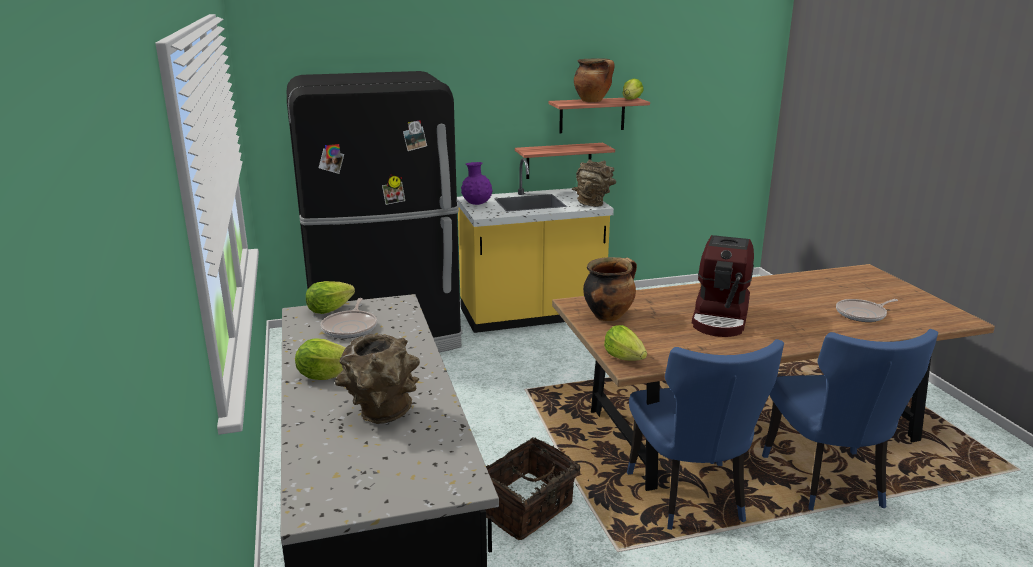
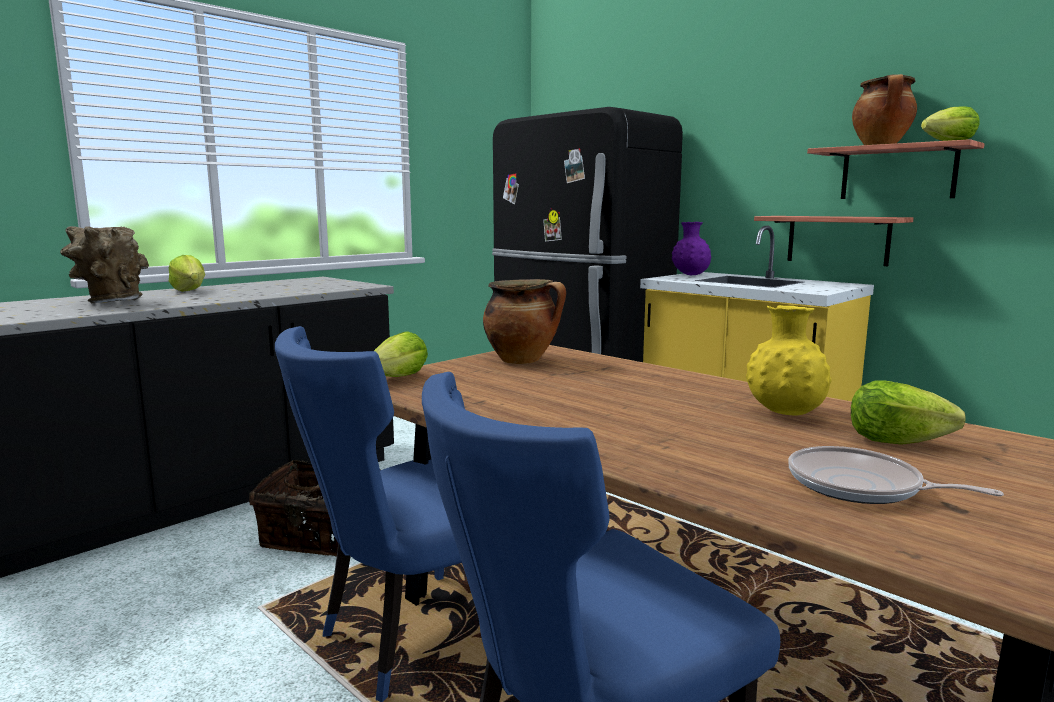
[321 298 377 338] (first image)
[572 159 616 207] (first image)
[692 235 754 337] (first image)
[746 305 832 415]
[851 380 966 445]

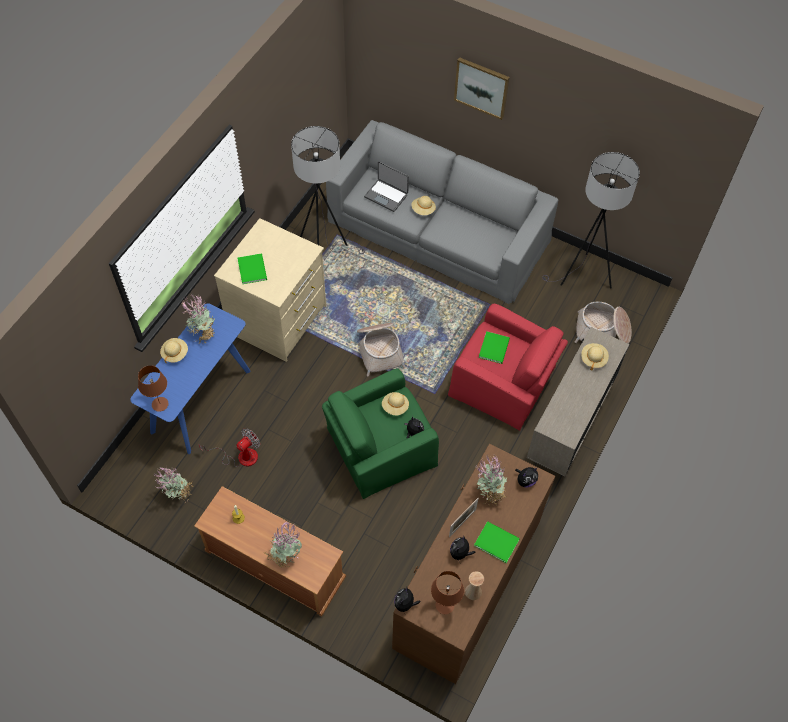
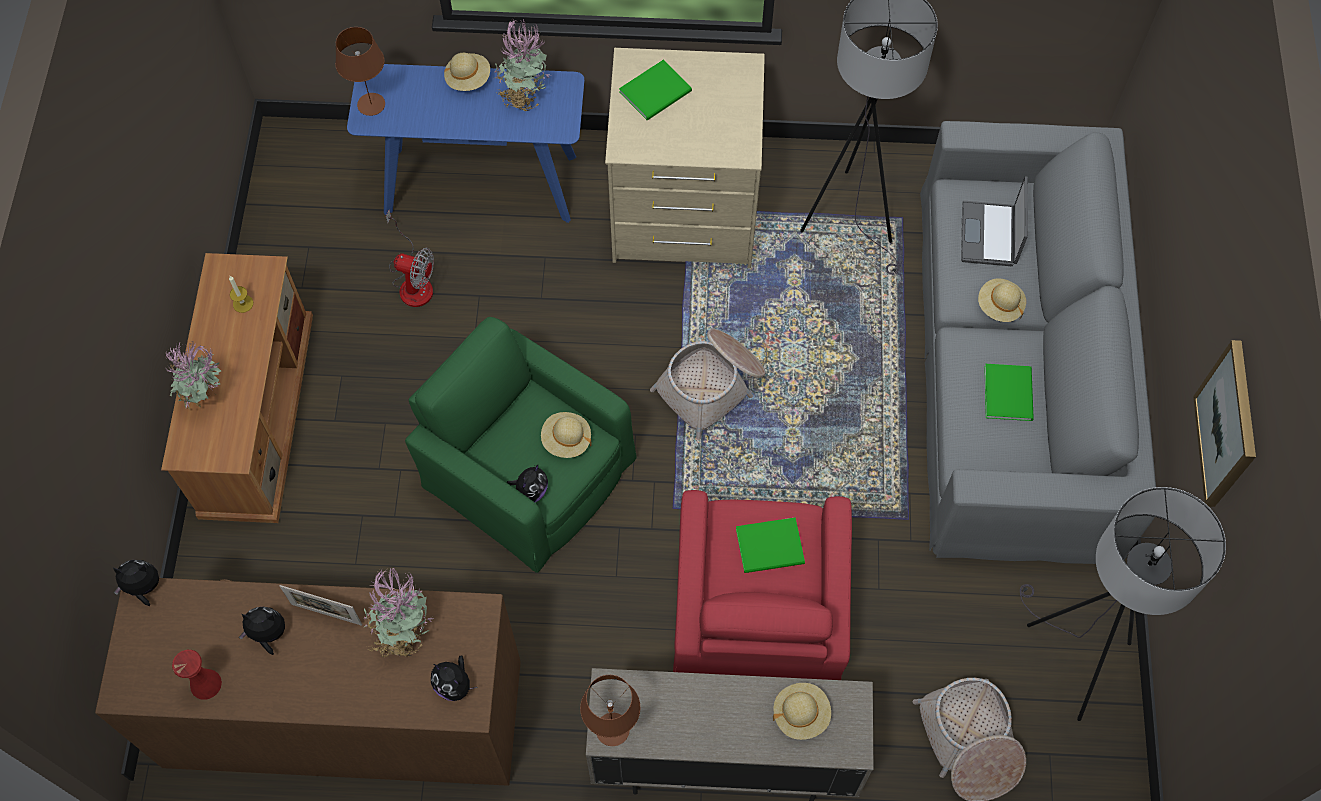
[154 466 193 503] (first image)
[580 675 640 746]
[1193 340 1256 507]
[984 364 1034 421]
[172 650 222 700]

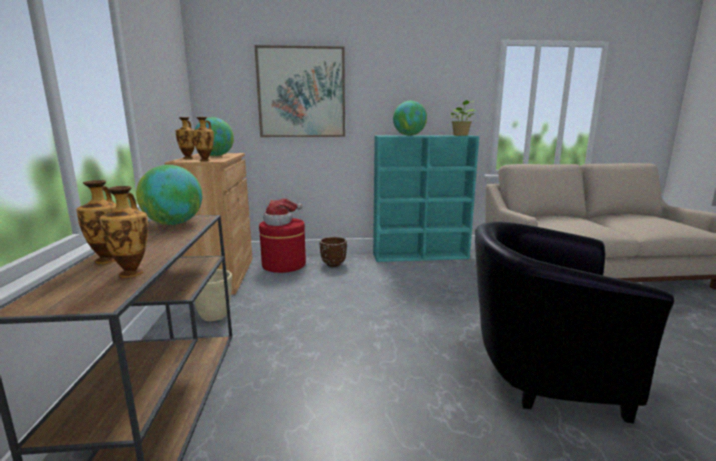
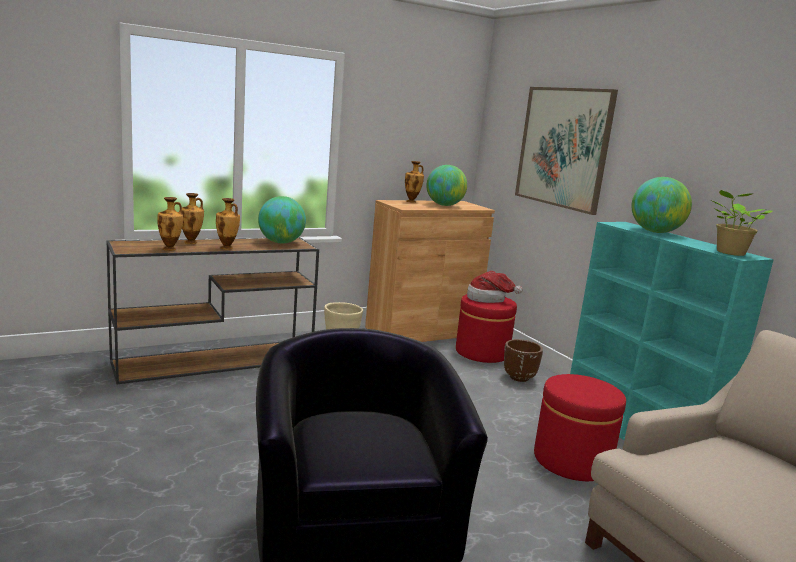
[534 374 626 481]
[216 198 240 250]

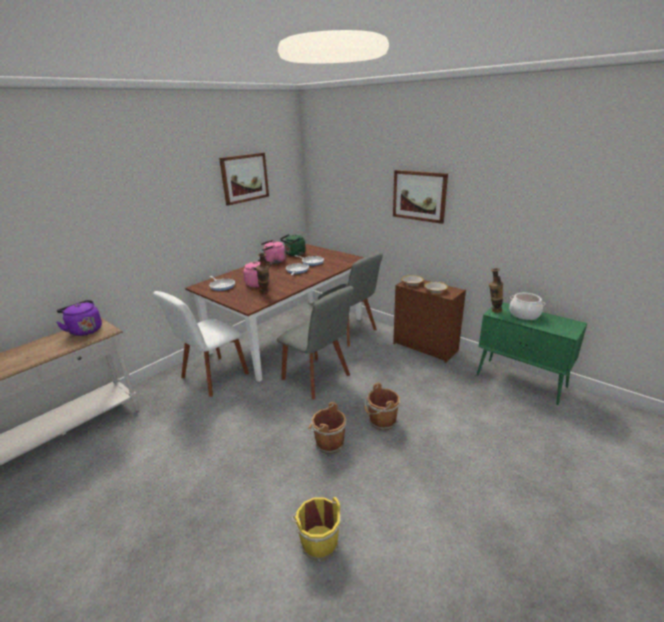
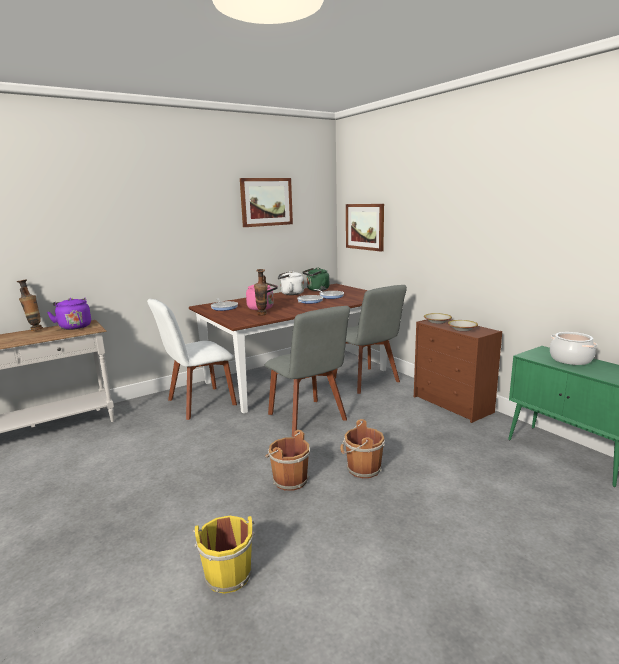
[346 204 384 252]
[16 280 43 331]
[278 271 304 295]

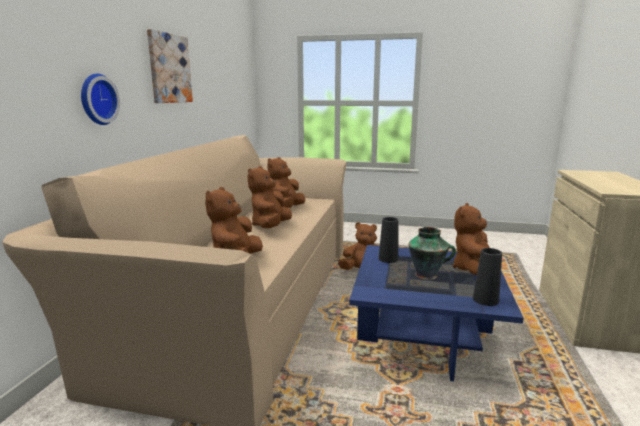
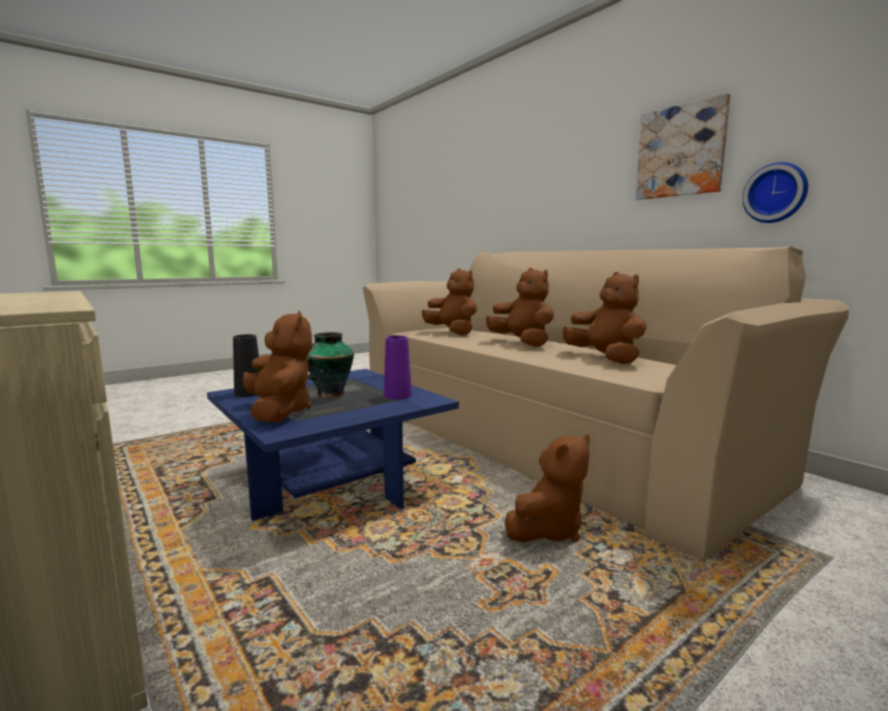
[742 162 808 223]
[384 336 412 399]

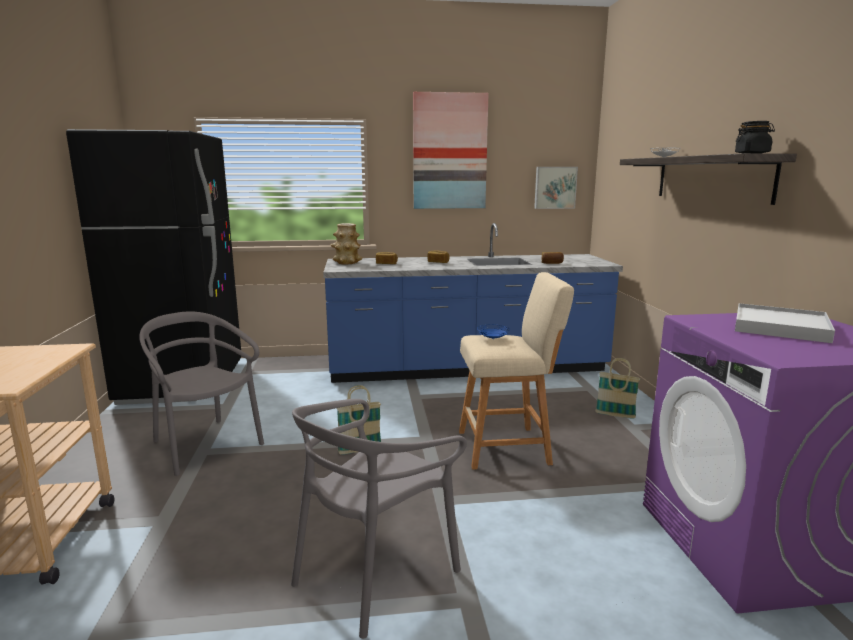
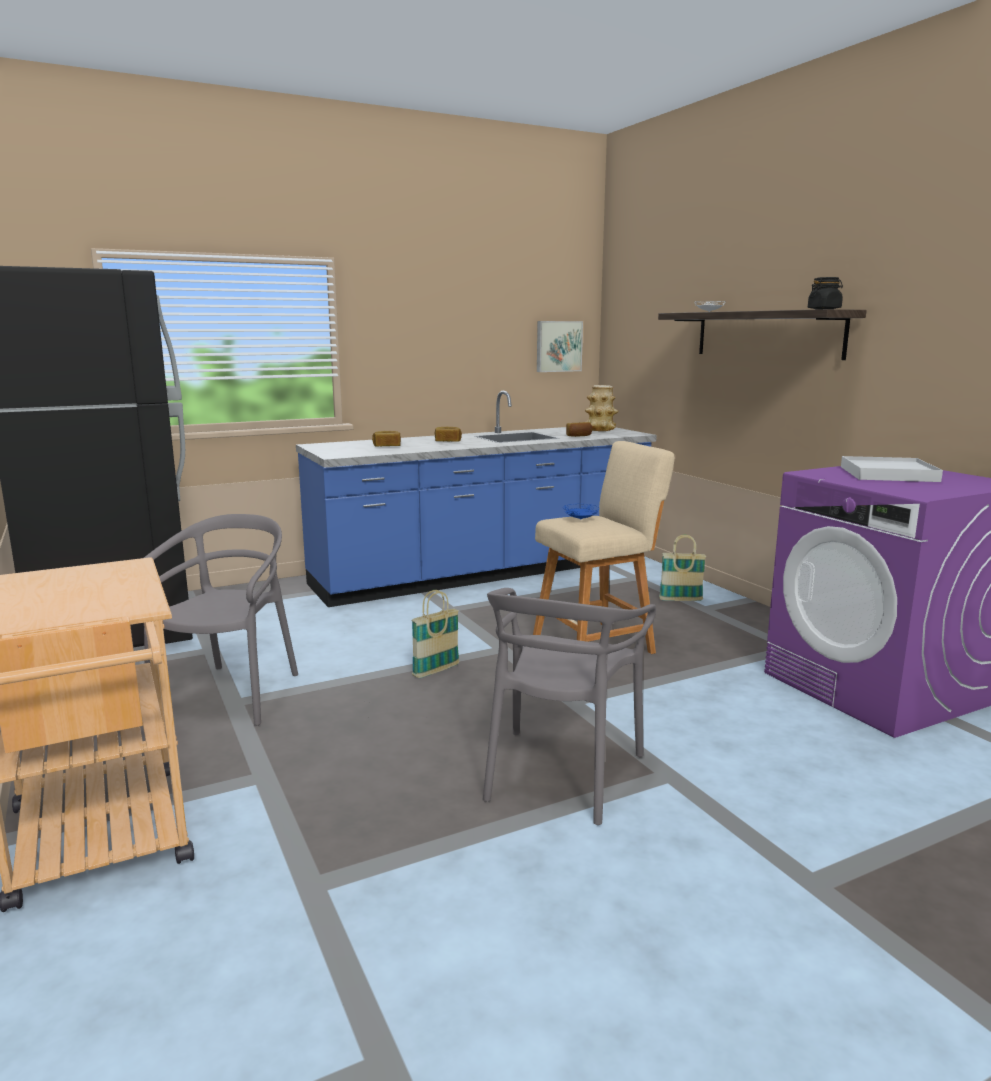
[413 92 489 209] (first image)
[585 385 619 431]
[144 514 298 726]

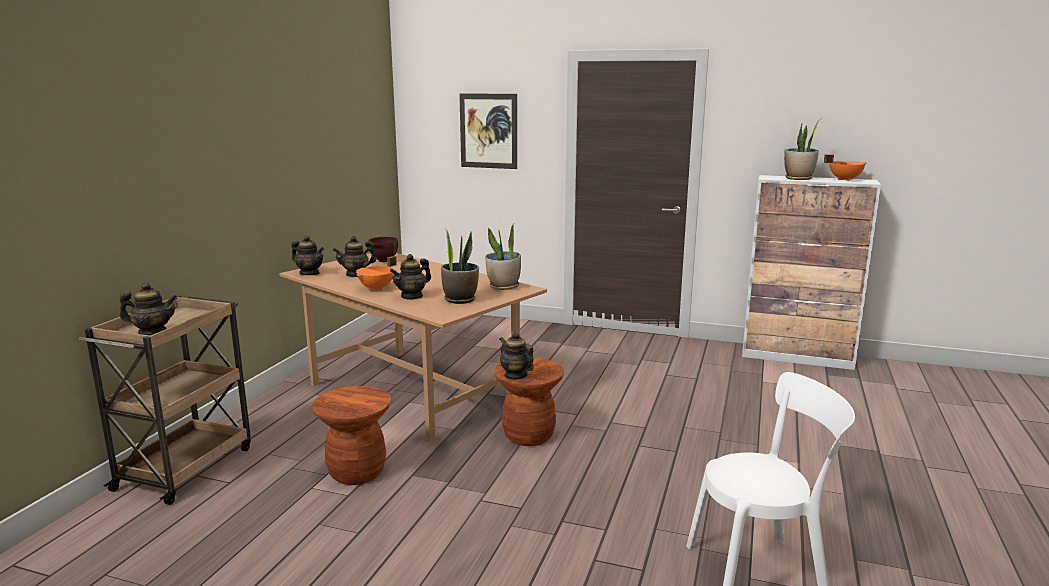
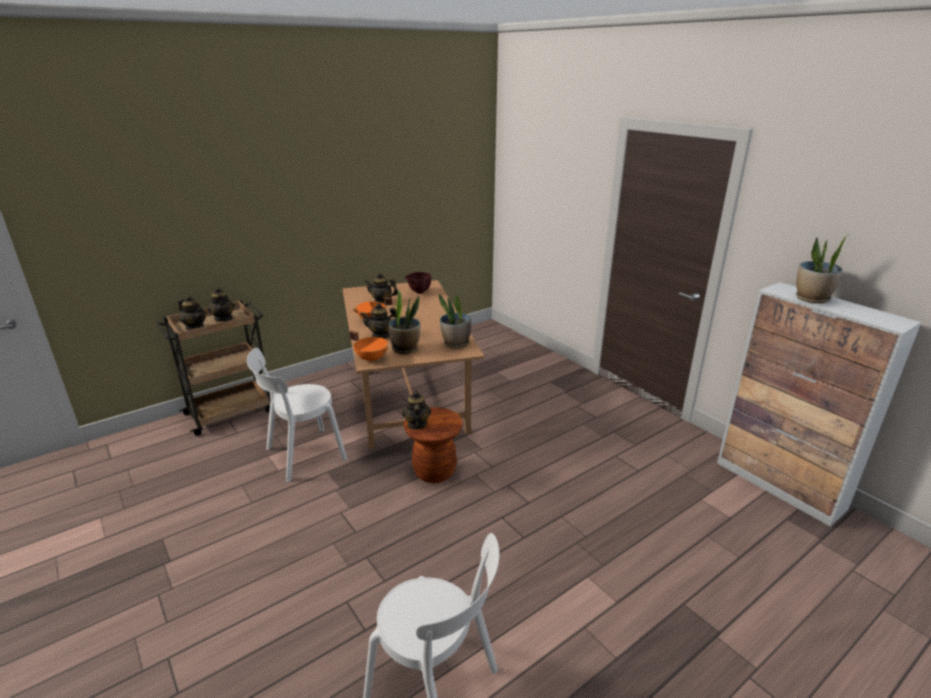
[459 93 517 169] (first image)
[208 287 235 322]
[349 331 389 363]
[247 348 347 482]

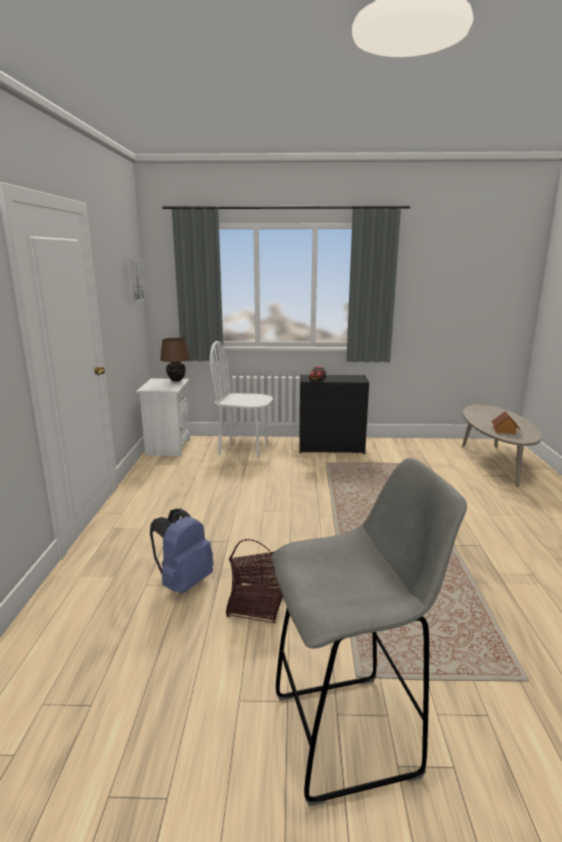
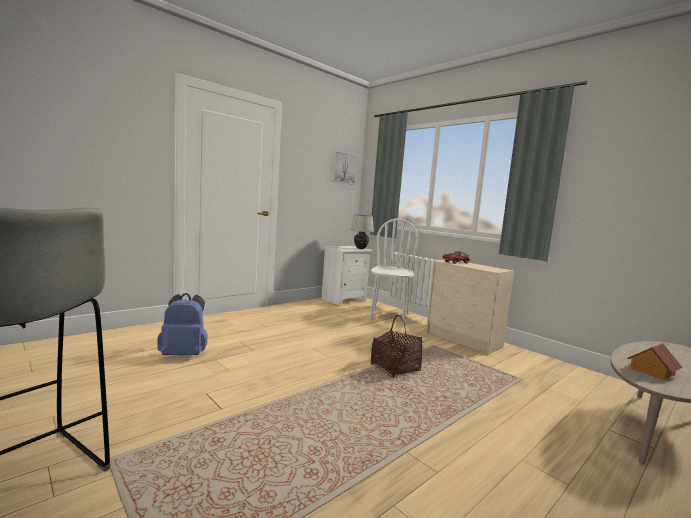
[371 315 422 378]
[351 215 374 249]
[426 260 514 355]
[369 218 418 324]

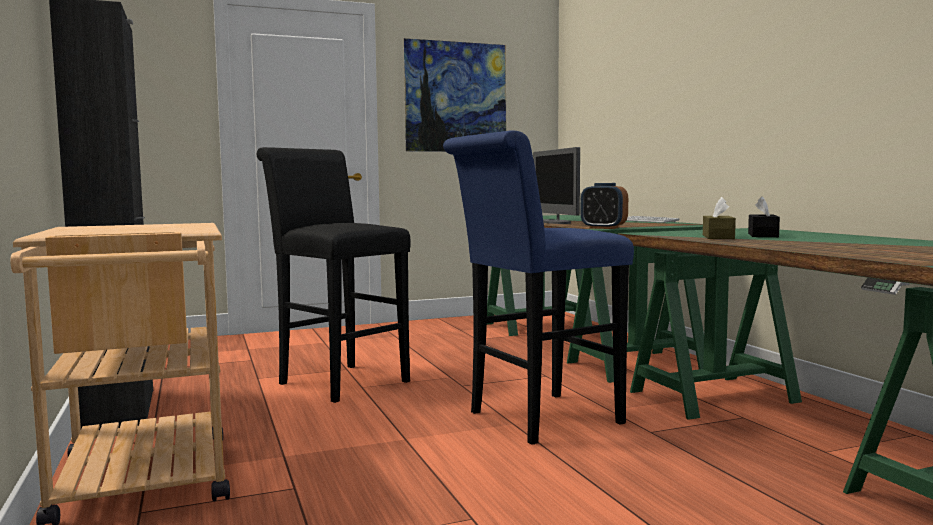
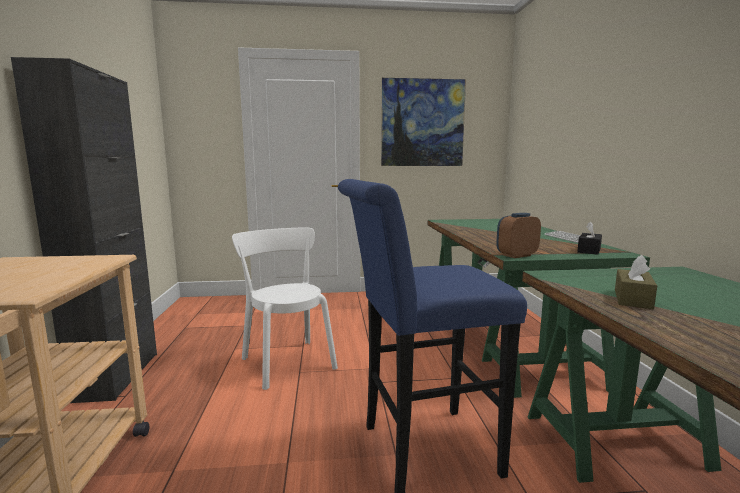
[533 147 580 224] (first image)
[577 221 602 255]
[232 228 338 390]
[496 213 541 258]

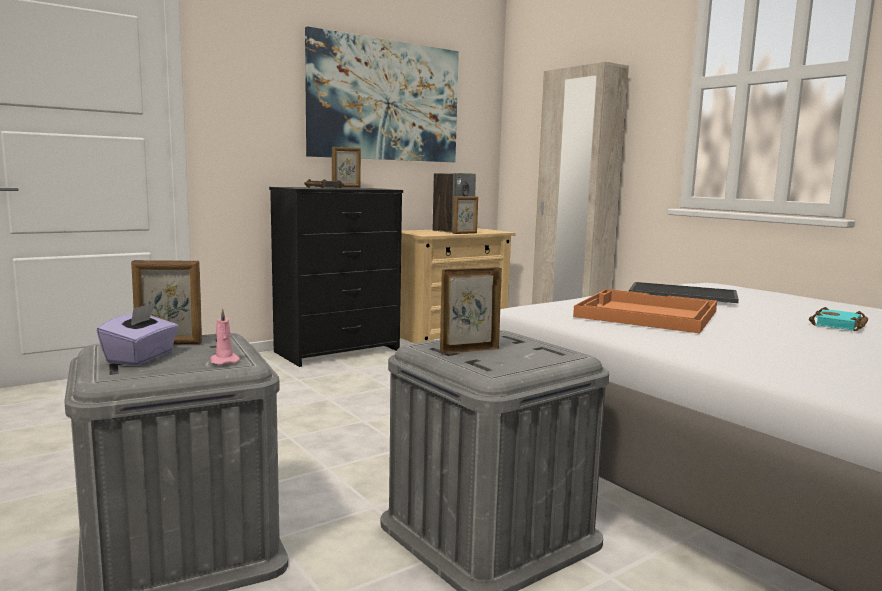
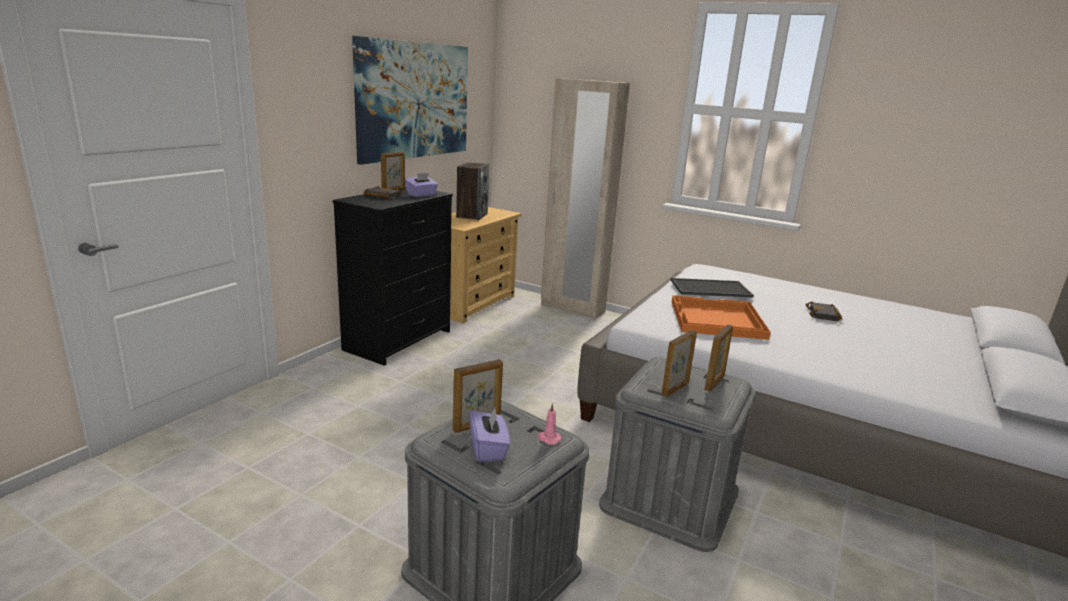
[405 173 438 197]
[705 324 733 392]
[805 301 842 321]

